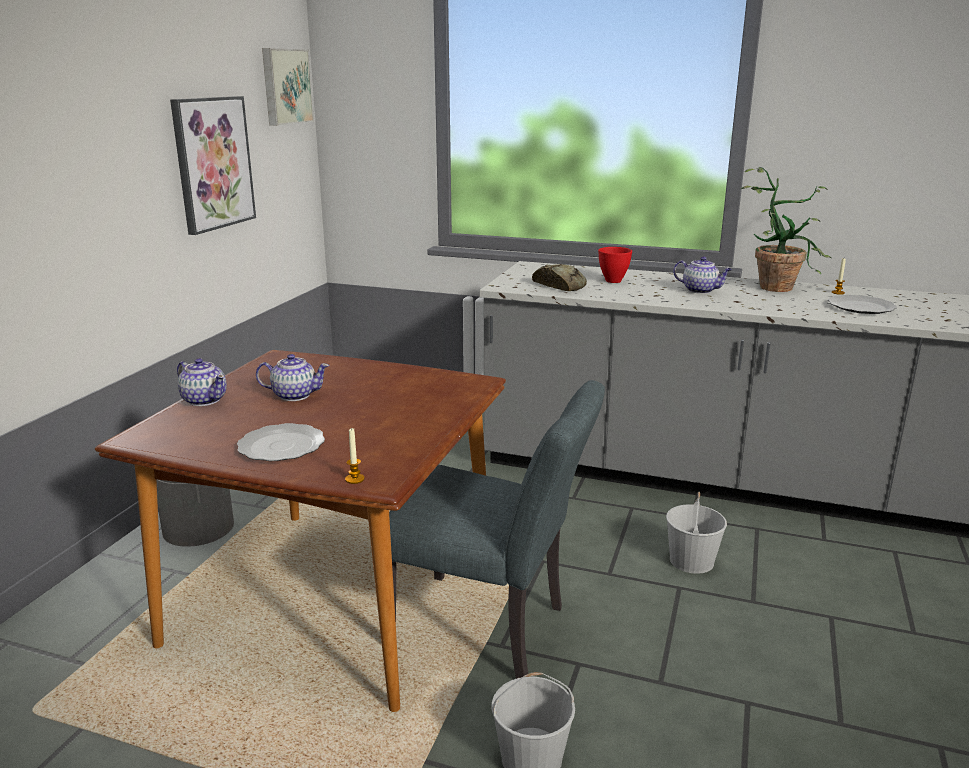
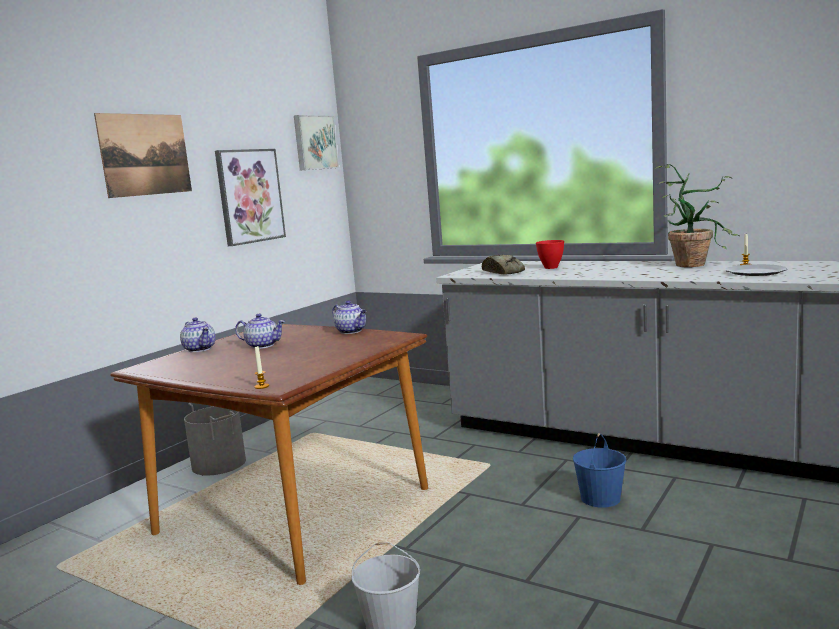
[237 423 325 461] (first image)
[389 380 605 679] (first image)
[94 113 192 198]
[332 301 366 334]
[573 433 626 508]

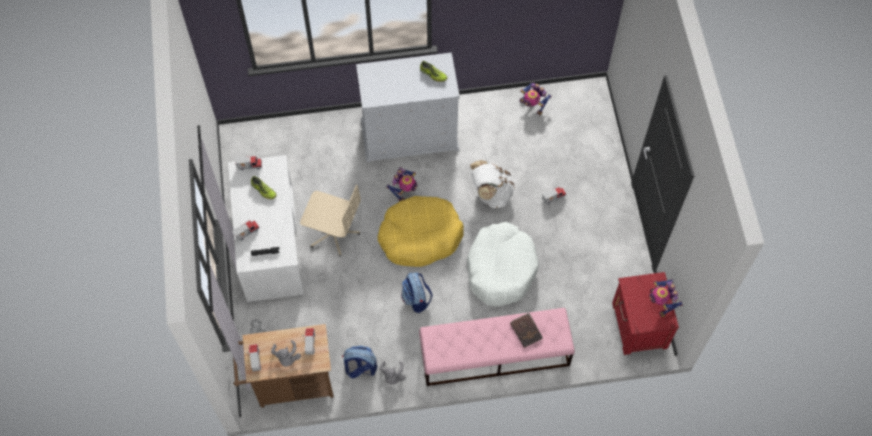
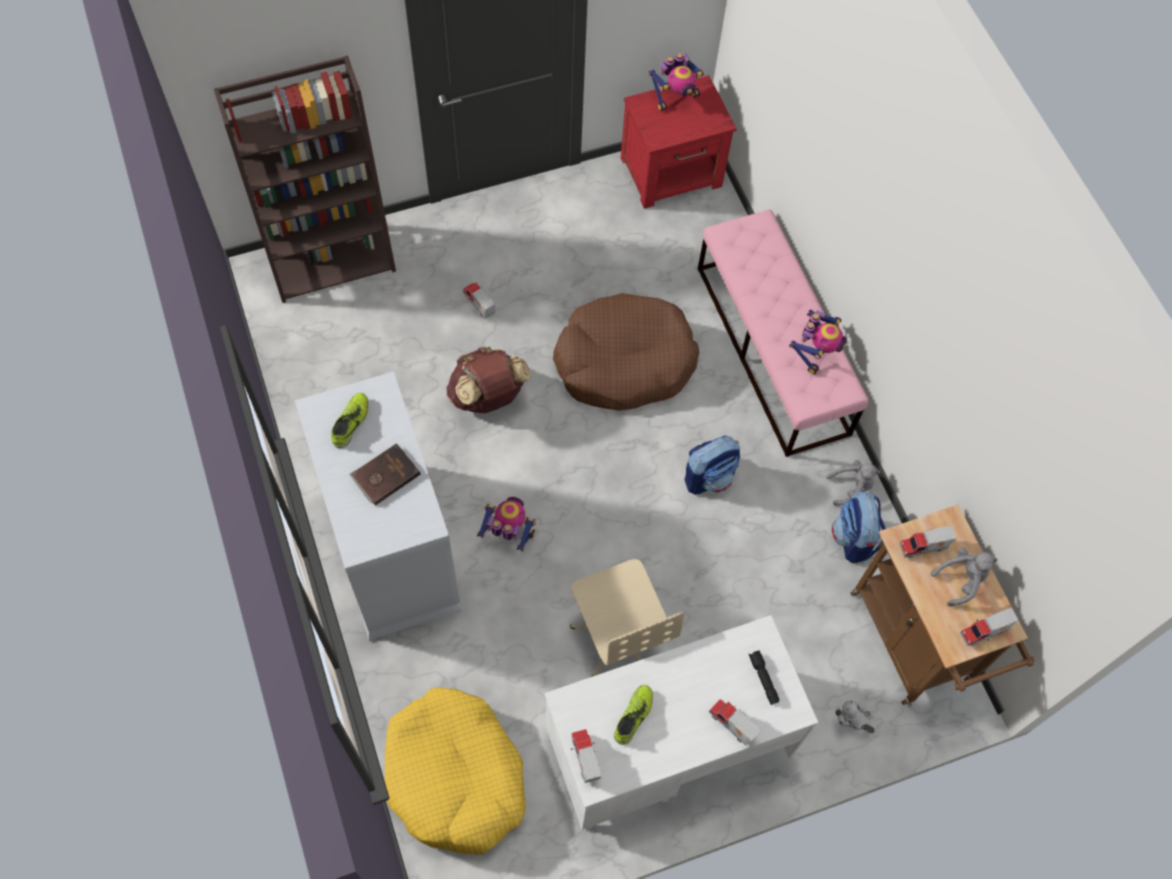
[214 55 396 303]
[385 687 526 855]
[349 443 421 505]
[789 310 847 374]
[553 293 700 410]
[446 347 531 413]
[570 559 684 677]

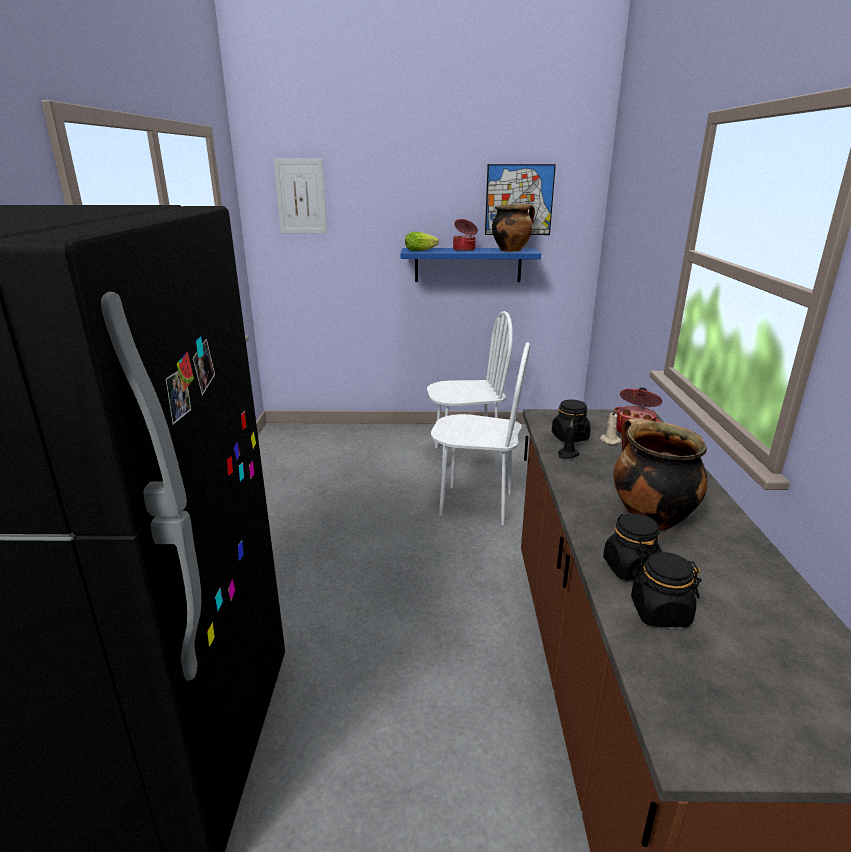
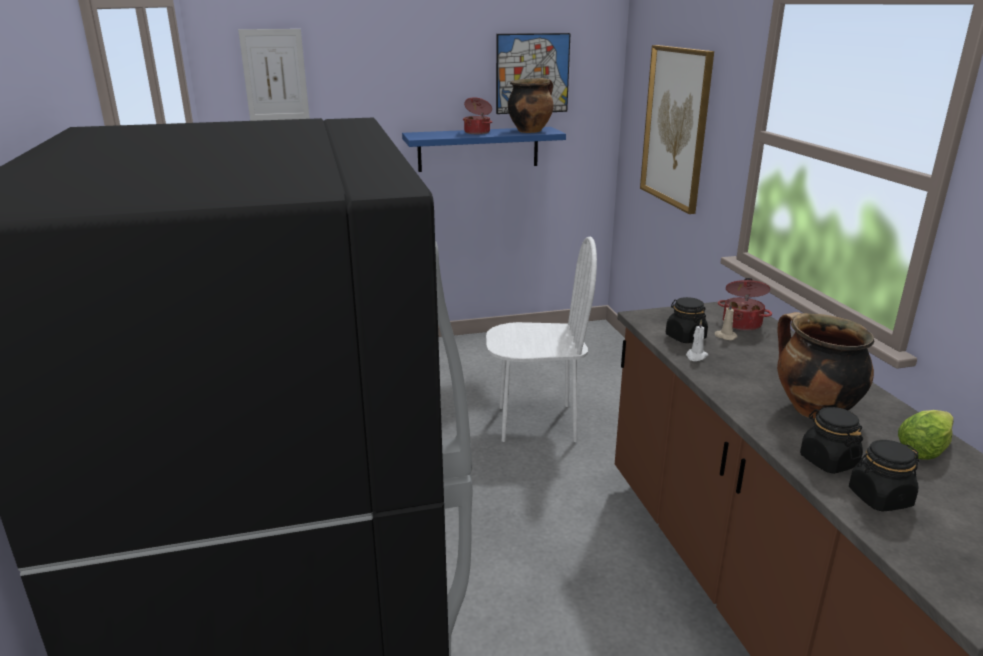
[427 311 513 469] (first image)
[640 45 714 214]
[898 410 954 460]
[686 319 708 361]

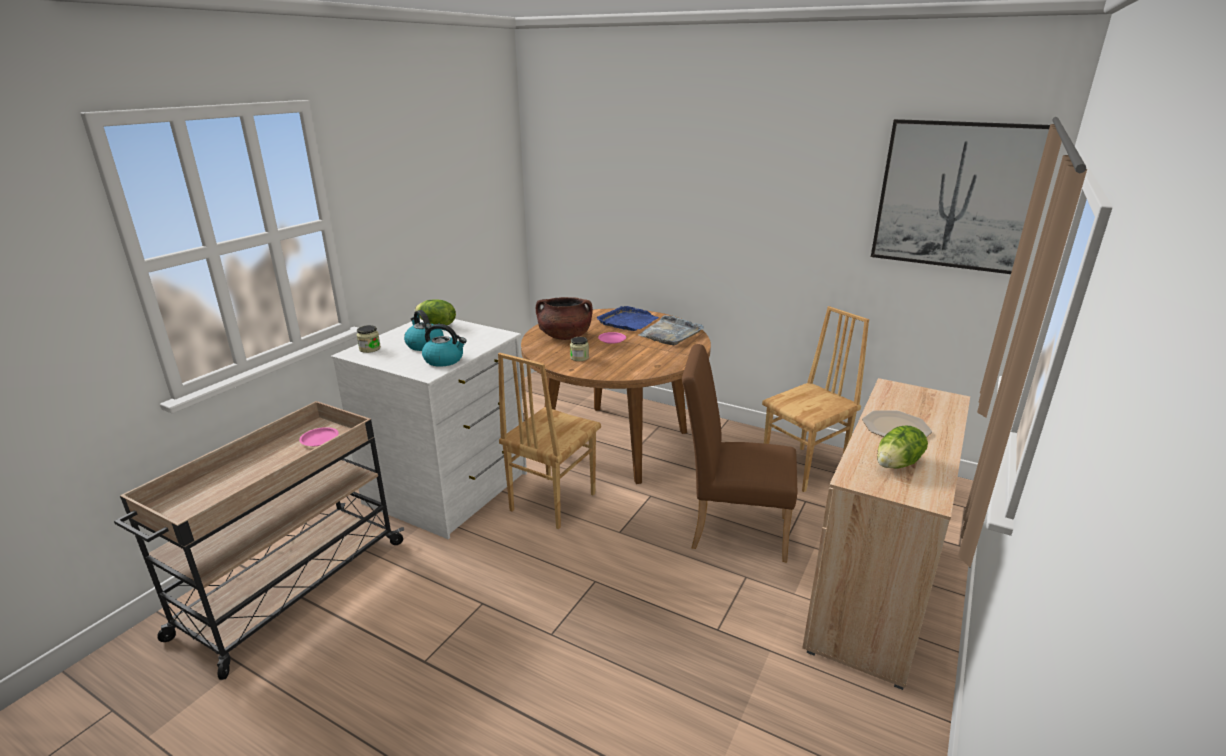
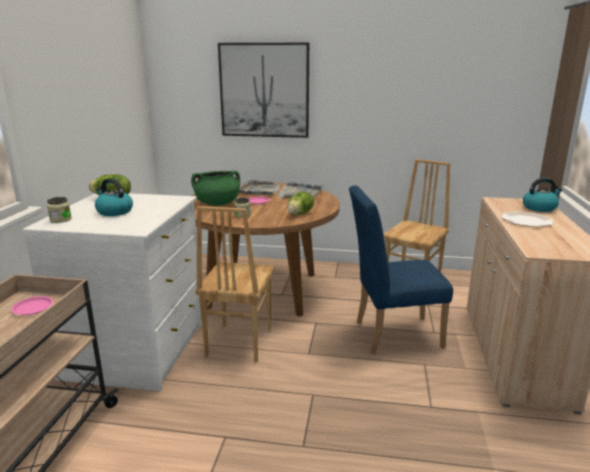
[523 178 562 212]
[218 43 309 138]
[288 192 314 215]
[191 170 240 206]
[239 180 282 195]
[349 185 453 353]

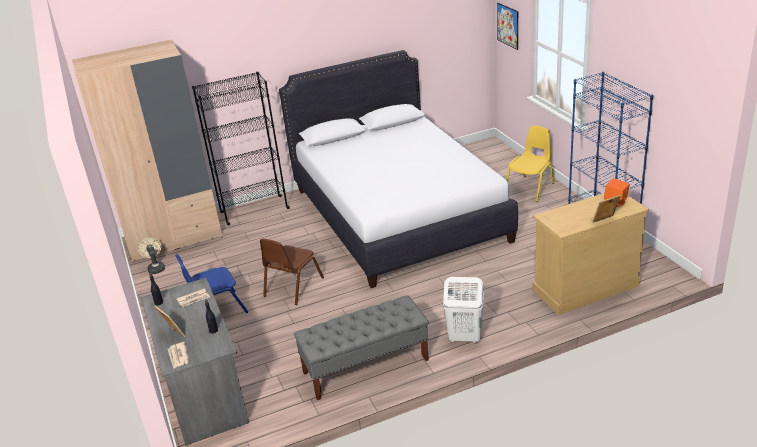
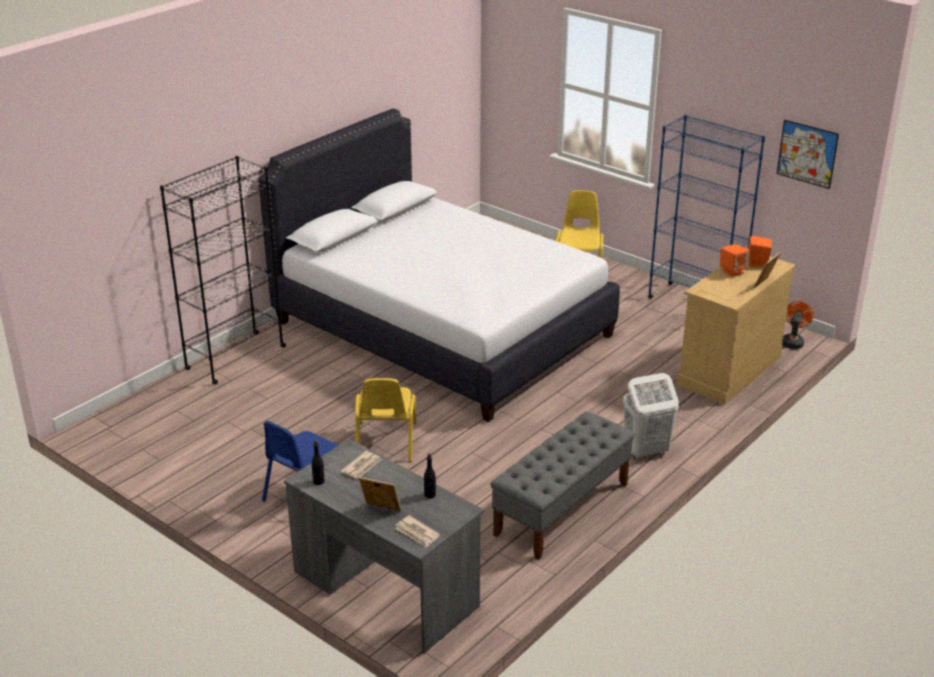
[72 40 223 263] (first image)
[138 237 165 274] (first image)
[720 244 750 277]
[782 301 814 349]
[777 120 839 189]
[355 378 417 462]

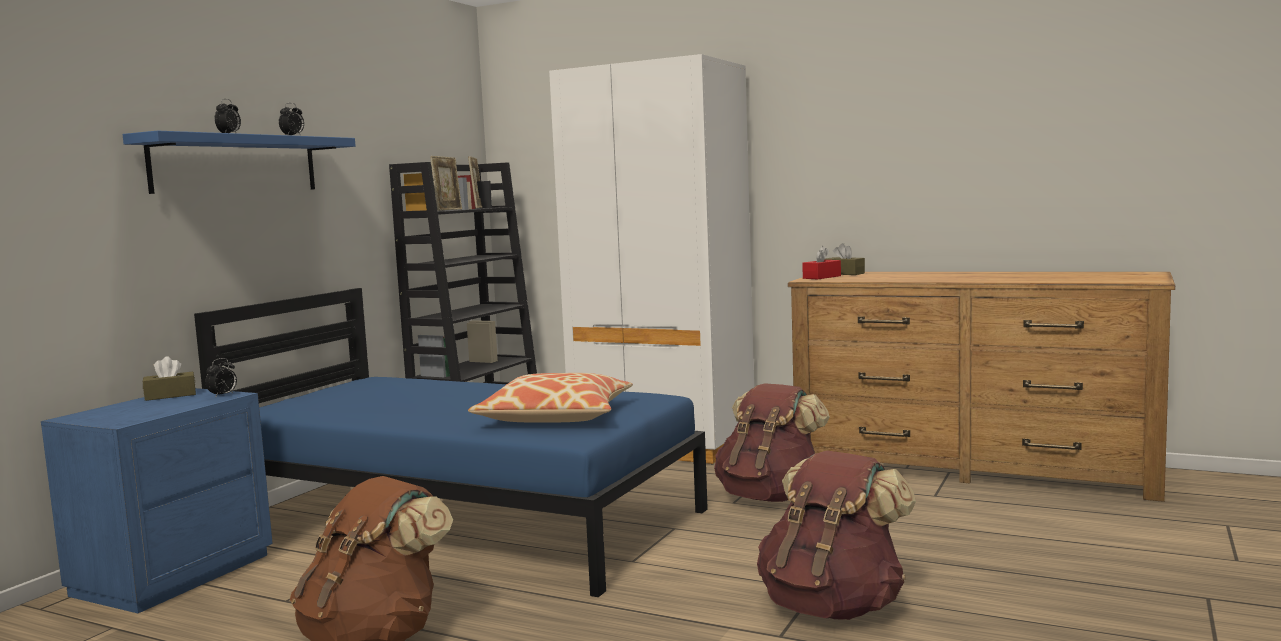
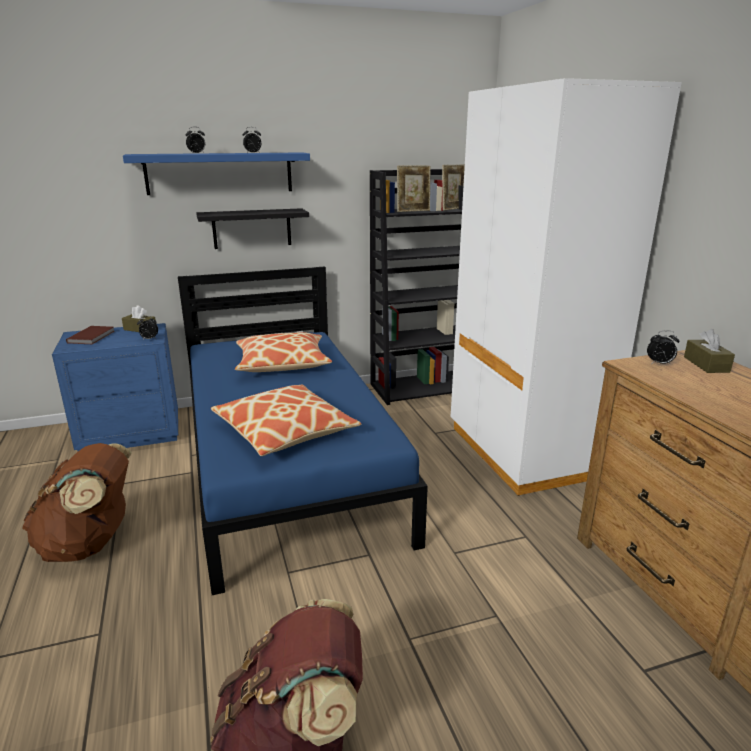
[714 383 830 502] (first image)
[66 326 115 344]
[196 208 309 249]
[235 332 332 372]
[647 330 679 365]

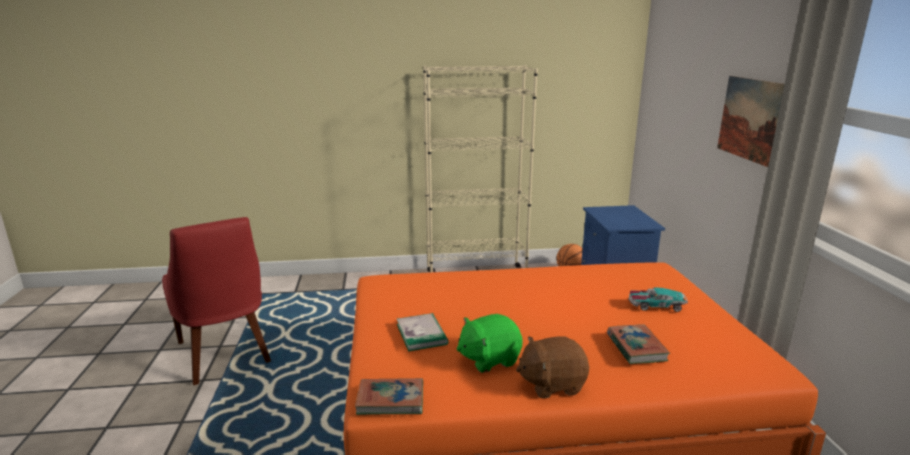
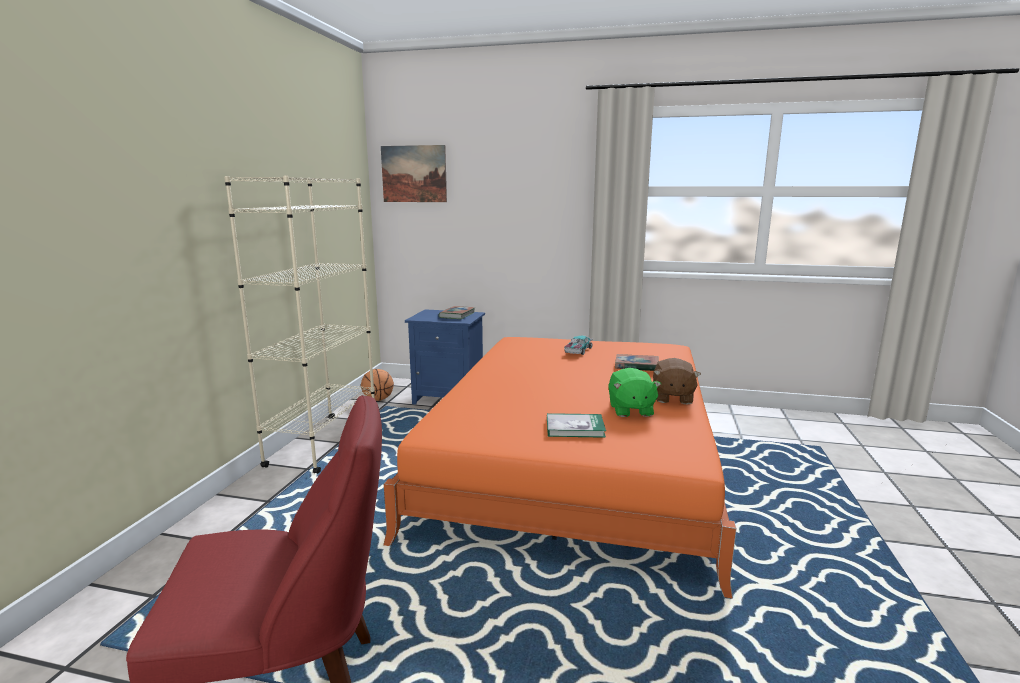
[438 306 475 319]
[381 145 447 202]

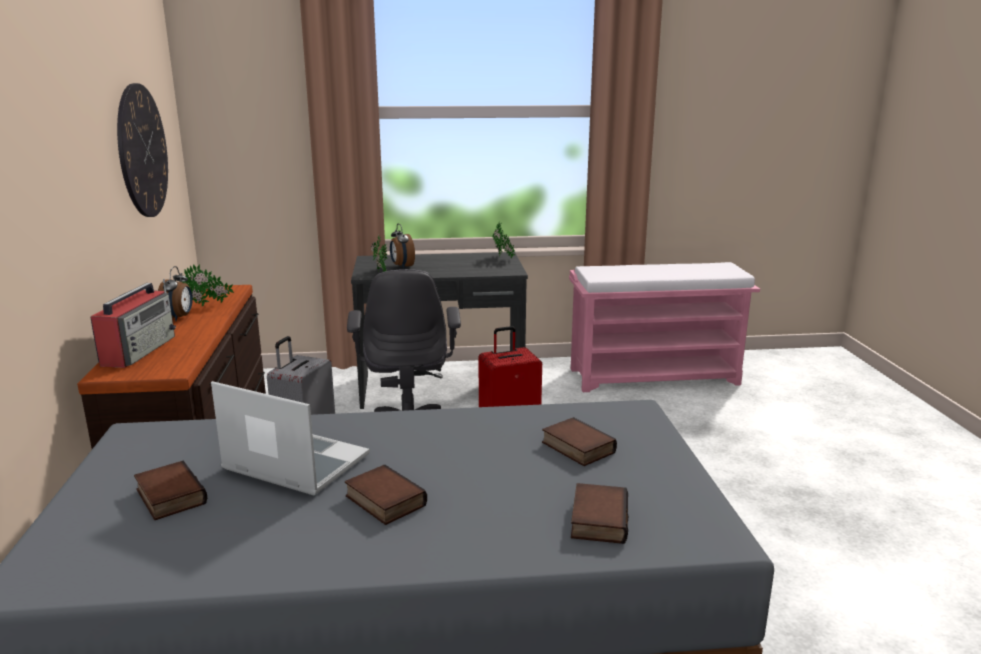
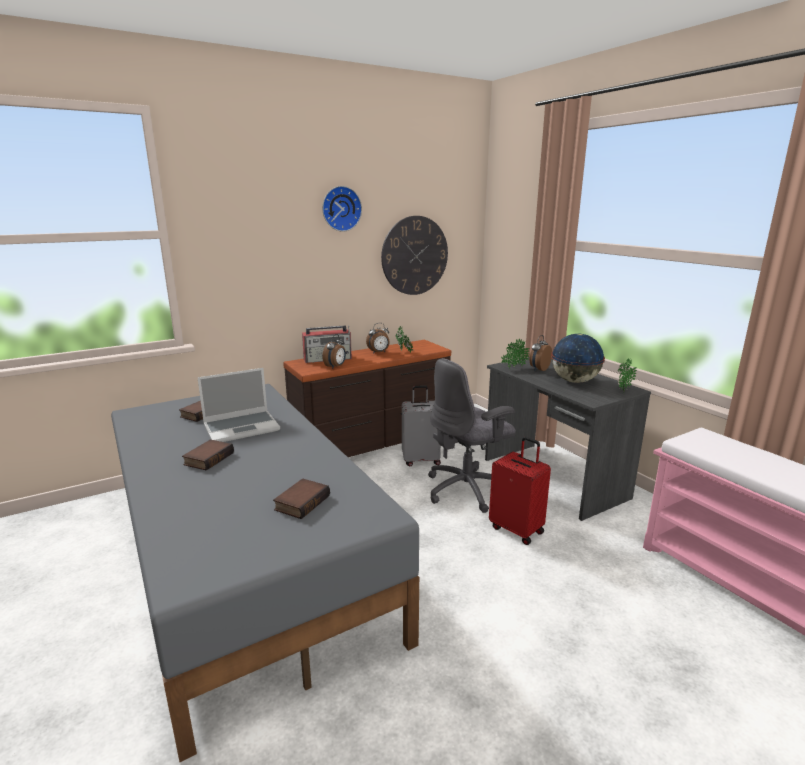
[571 483 628 544] (first image)
[322 186 362 232]
[322 334 346 369]
[551 334 605 383]
[197 368 280 442]

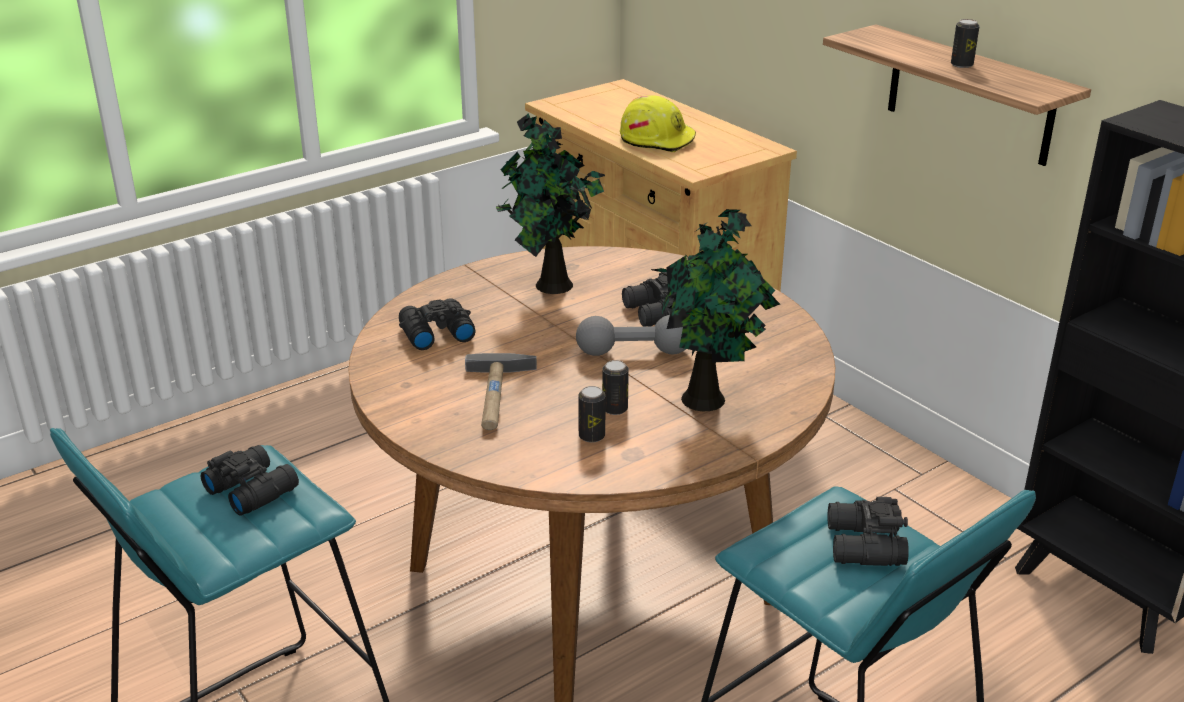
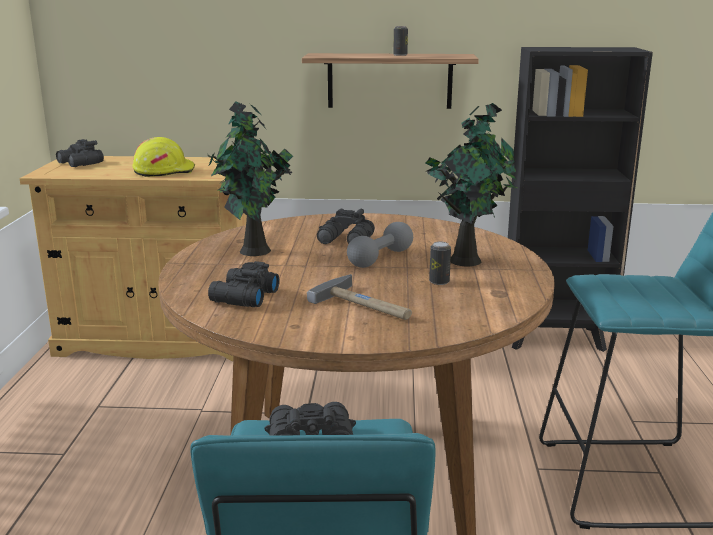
[578 386 606 443] (first image)
[56 139 104 167]

